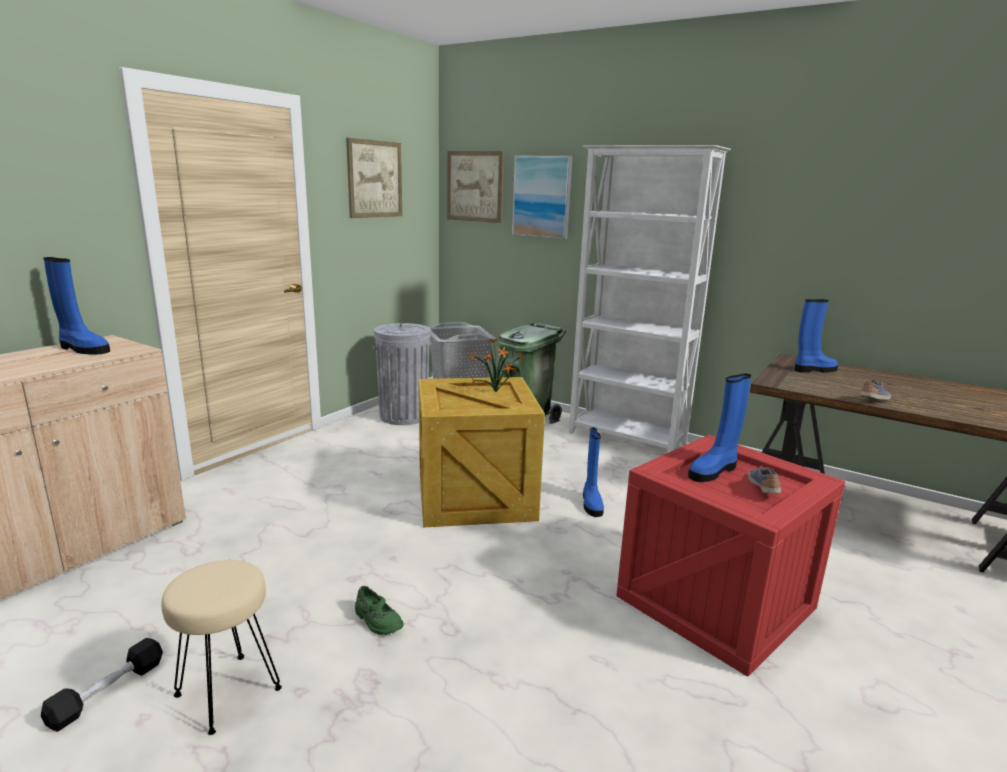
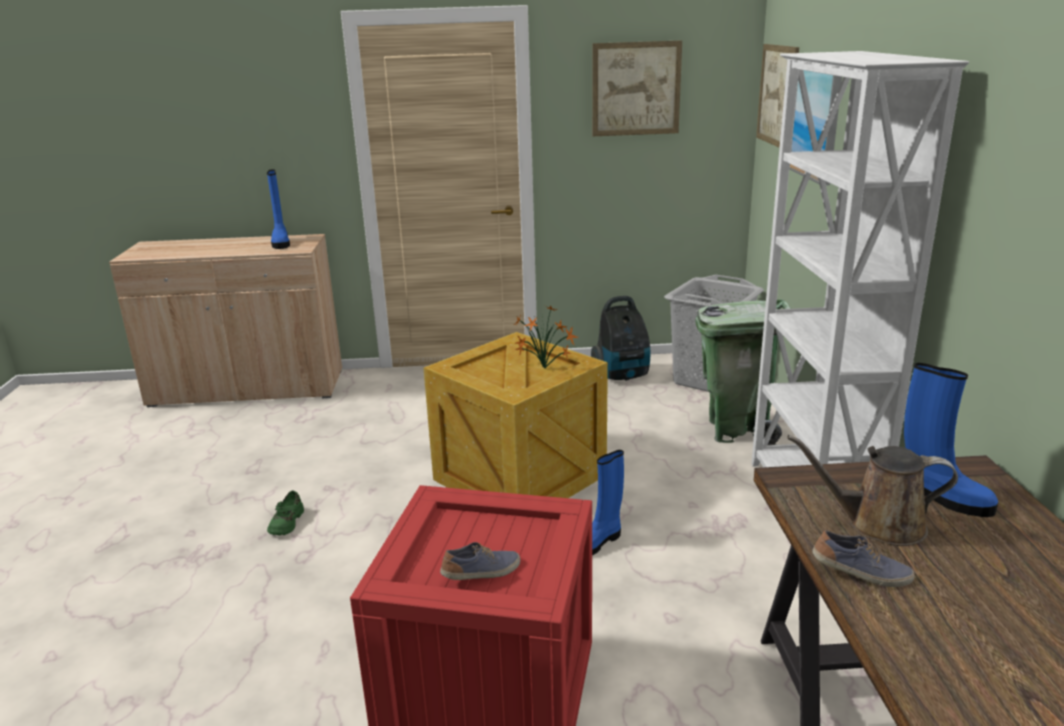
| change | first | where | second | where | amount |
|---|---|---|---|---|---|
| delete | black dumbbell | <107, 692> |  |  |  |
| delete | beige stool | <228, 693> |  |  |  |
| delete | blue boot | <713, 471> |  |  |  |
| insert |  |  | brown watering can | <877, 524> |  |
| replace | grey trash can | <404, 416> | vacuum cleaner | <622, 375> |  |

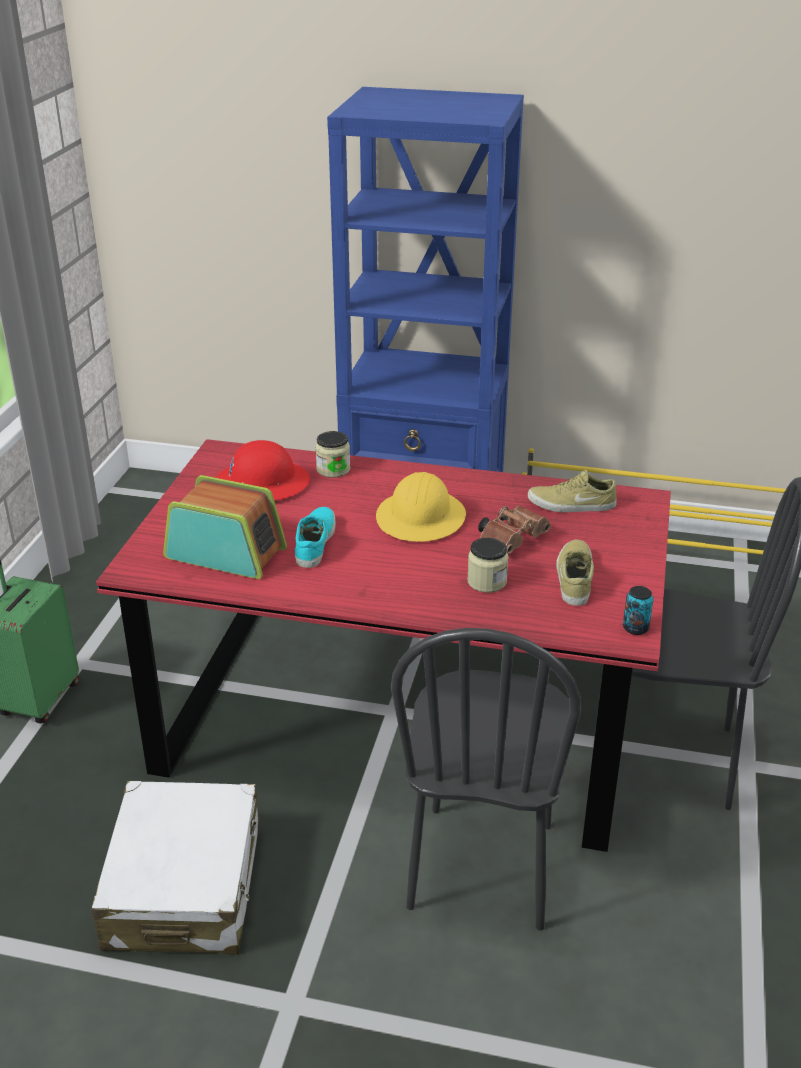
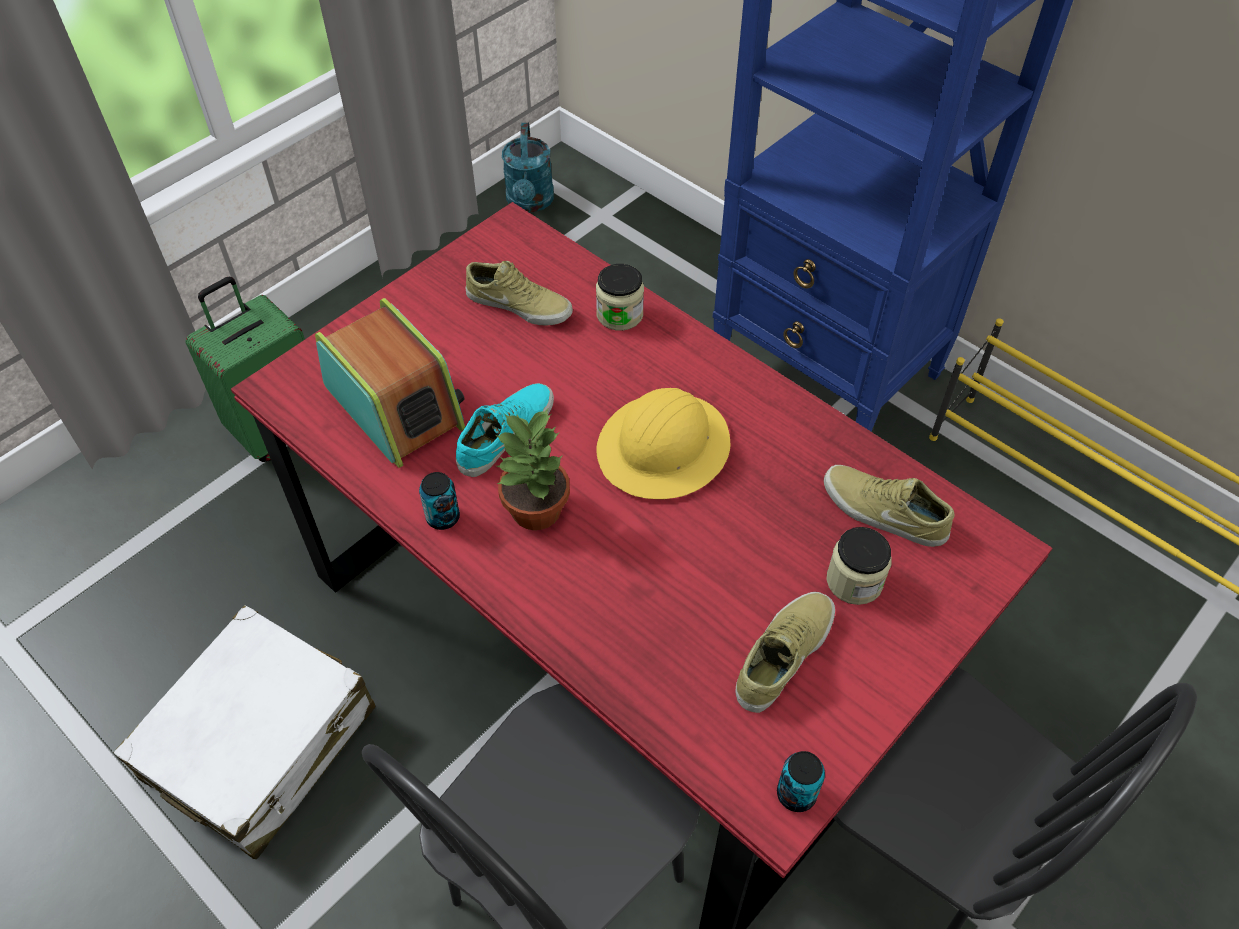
| change | first | where | second | where | amount |
|---|---|---|---|---|---|
| delete | brown binoculars | <513, 539> |  |  |  |
| insert |  |  | can | <443, 517> |  |
| insert |  |  | potted plant | <537, 511> |  |
| insert |  |  | turquoise watering can | <530, 203> |  |
| move | jar | <487, 582> |  | <854, 581> |  |
| replace | red hard hat | <262, 483> | beige shoe | <520, 304> |  |

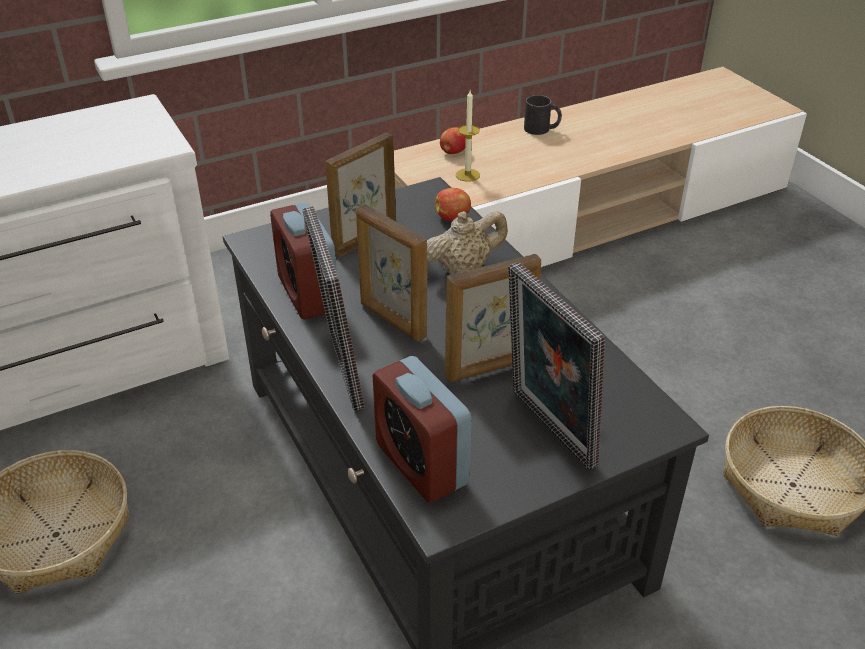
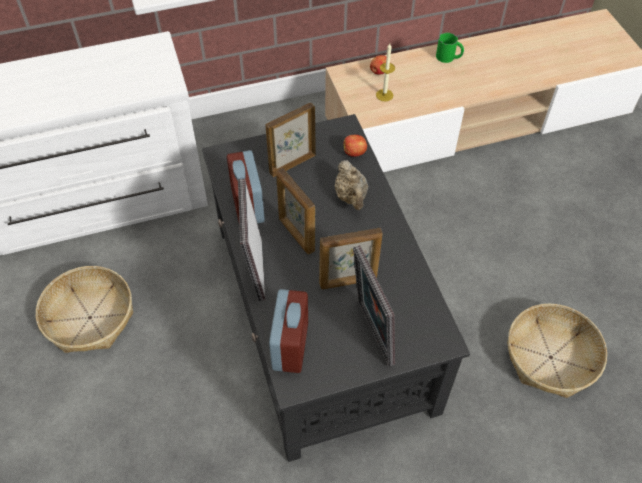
| change | first | where | second | where | amount |
|---|---|---|---|---|---|
| recolor | black mug | <542, 129> | green mug | <449, 57> |  |
| rotate | alarm clock | <421, 464> |  | <290, 346> | 150 degrees counterclockwise |
| rotate | beige teapot | <463, 267> |  | <351, 197> | 90 degrees clockwise |

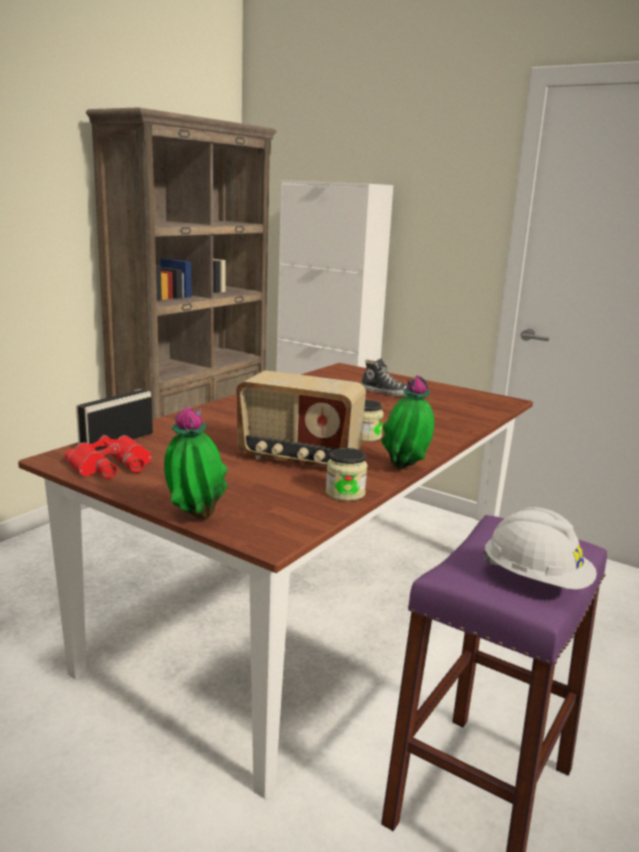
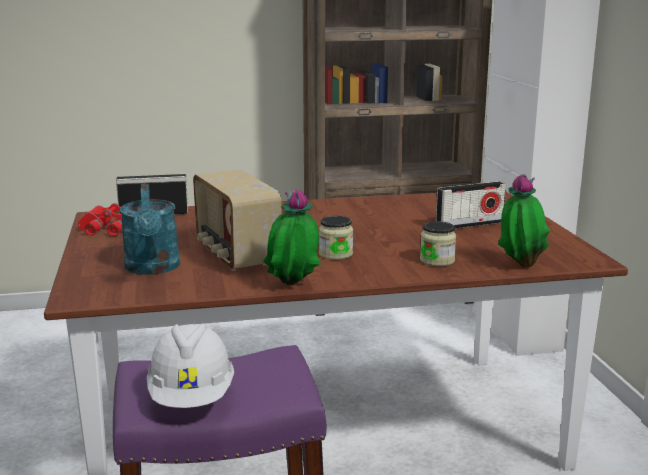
| change | first | where | second | where | amount |
|---|---|---|---|---|---|
| insert |  |  | turquoise watering can | <153, 268> |  |
| move | potted plant | <194, 518> |  | <520, 265> |  |
| move | jar | <345, 493> |  | <437, 260> |  |
| replace | shoe | <388, 393> | radio | <469, 225> |  |

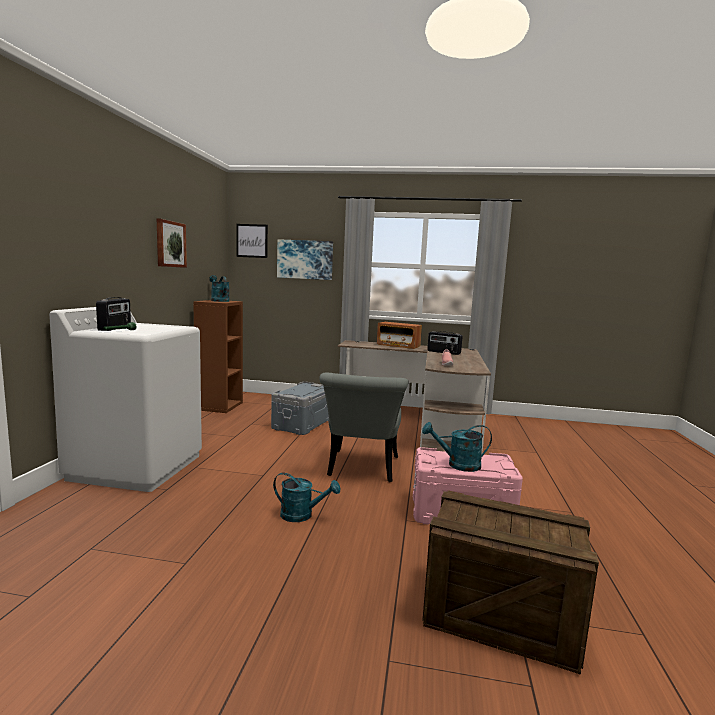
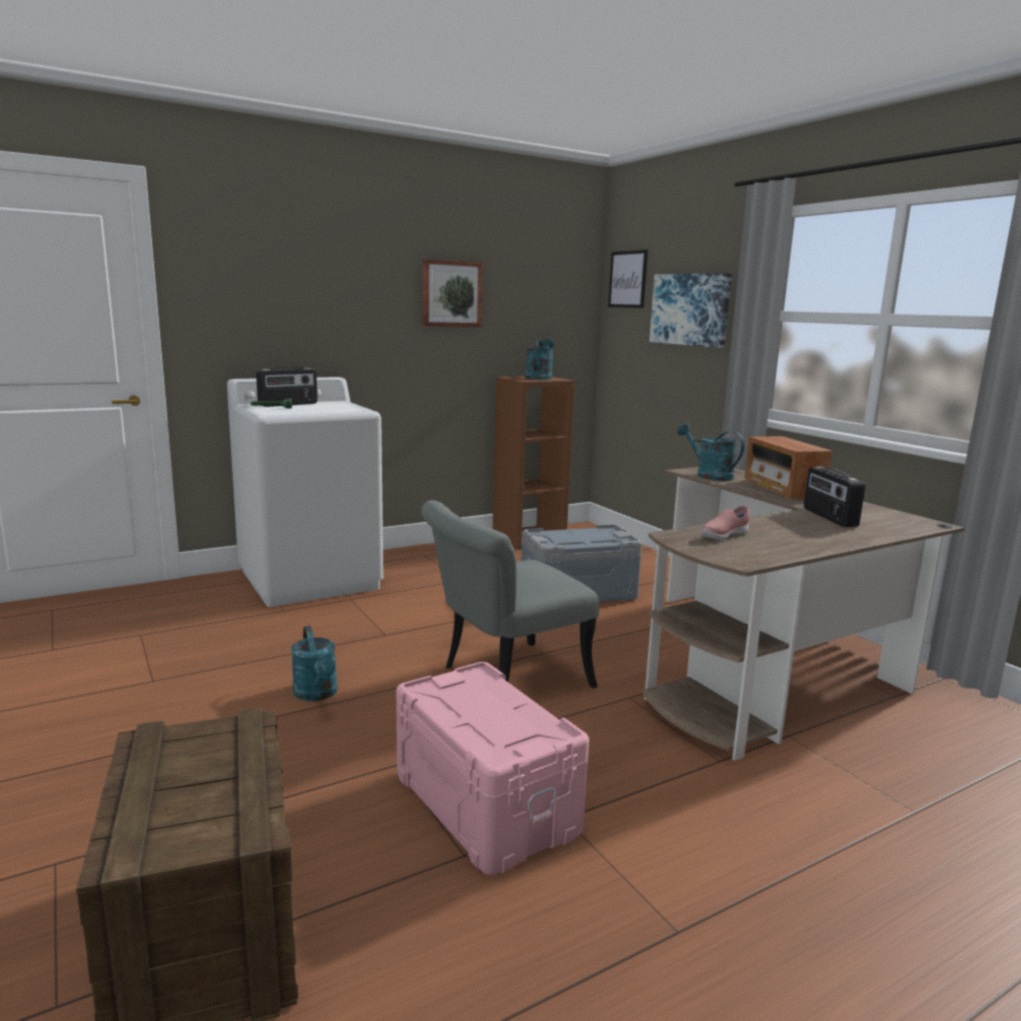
| change | first | where | second | where | amount |
|---|---|---|---|---|---|
| move | turquoise watering can | <458, 465> |  | <709, 475> |  |

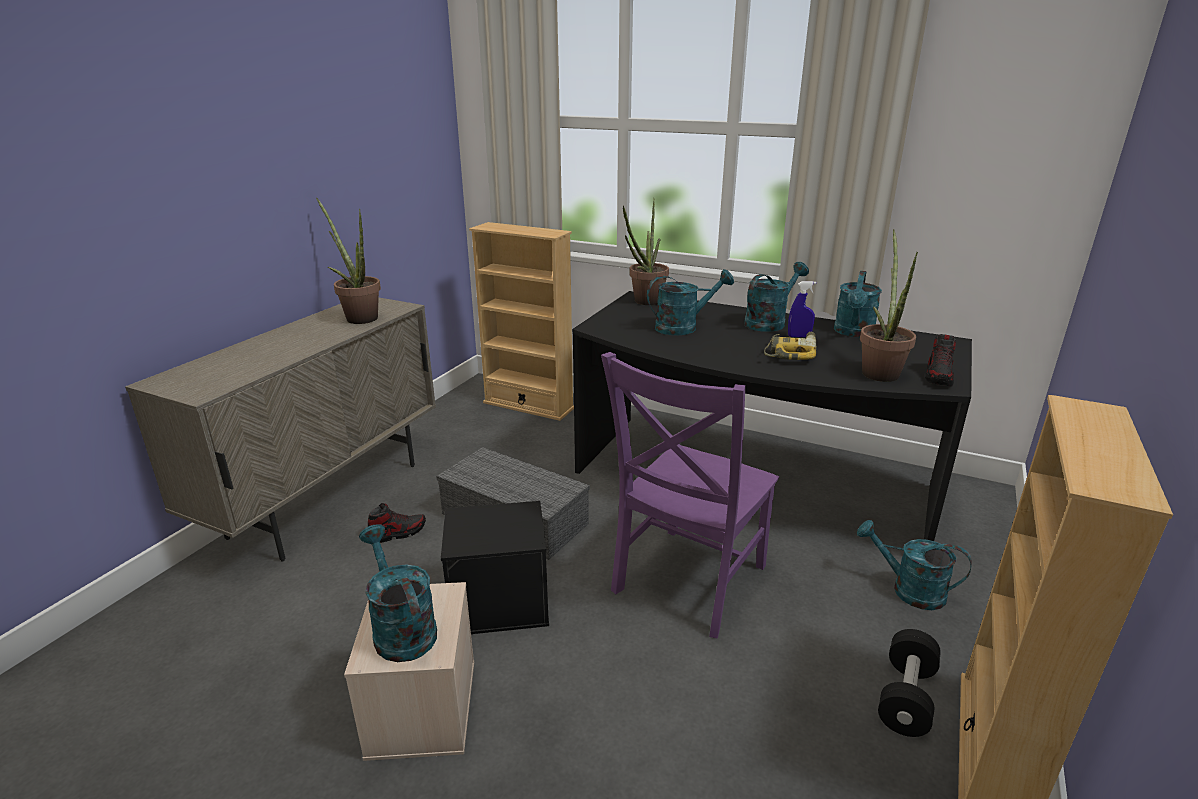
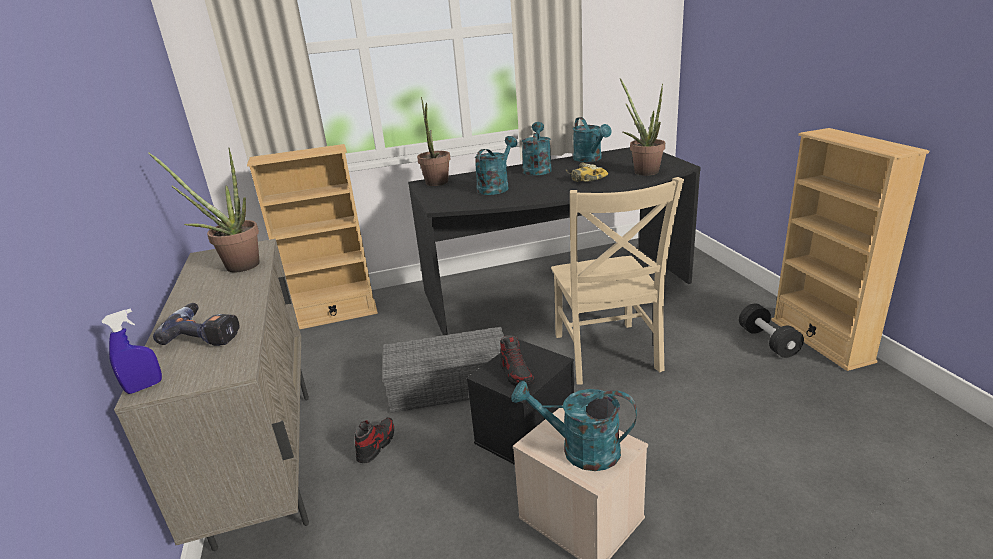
| change | first | where | second | where | amount |
|---|---|---|---|---|---|
| delete | turquoise watering can | <908, 590> |  |  |  |
| insert |  |  | power drill | <206, 333> |  |
| move | blue spray bottle | <799, 336> |  | <145, 387> |  |
| move | shoe | <939, 376> |  | <516, 374> |  |
| recolor | purple chair | <686, 582> | beige chair | <606, 355> |  |

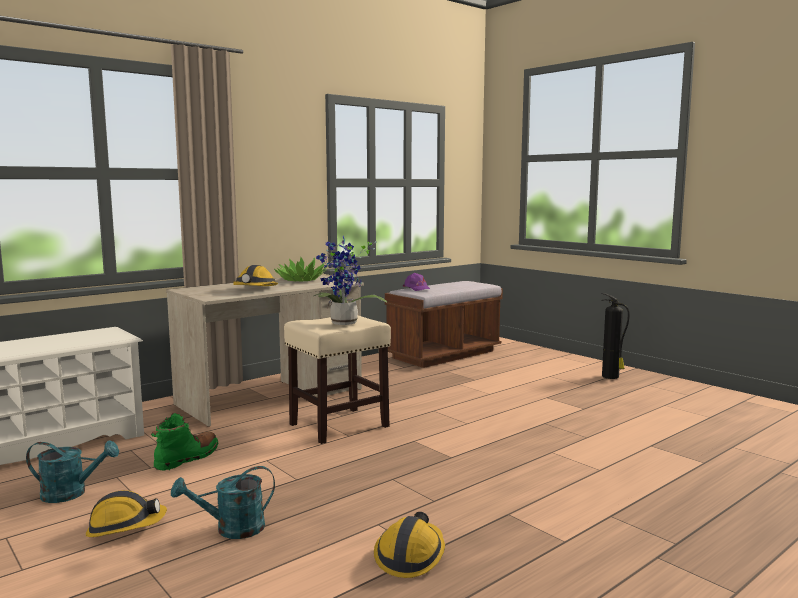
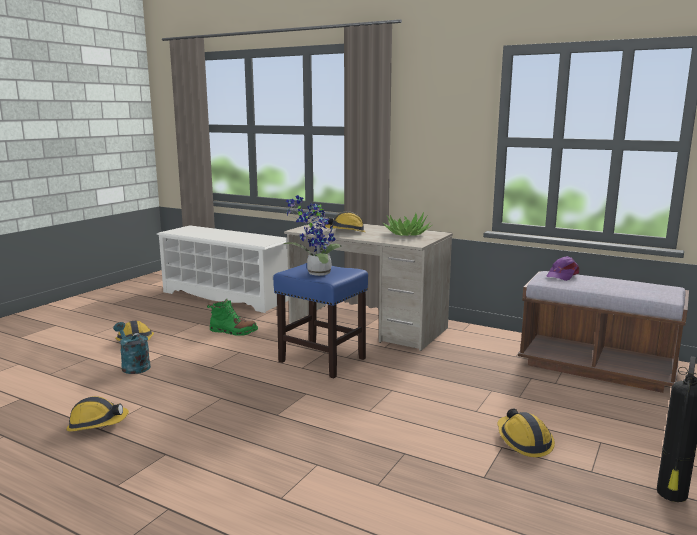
| change | first | where | second | where | amount |
|---|---|---|---|---|---|
| delete | turquoise watering can | <72, 493> |  |  |  |
| insert |  |  | hard hat | <523, 441> |  |
| recolor | beige stool | <338, 425> | blue stool | <321, 360> |  |

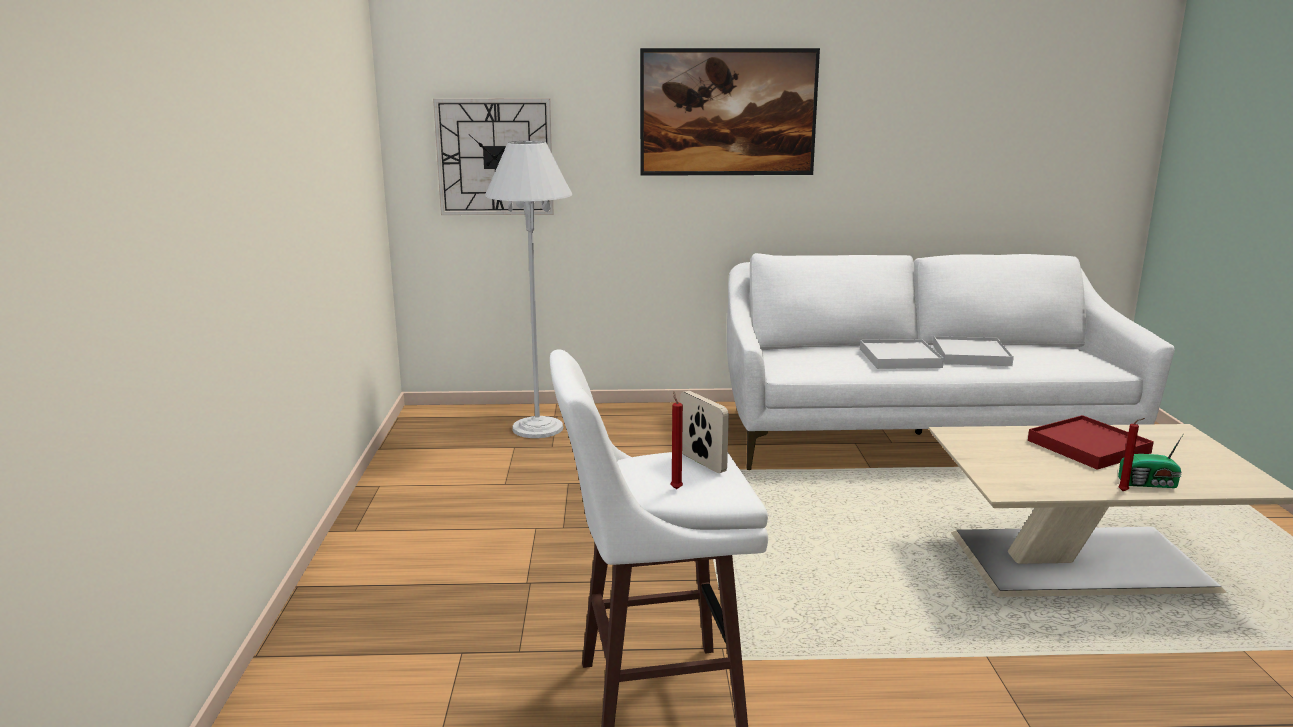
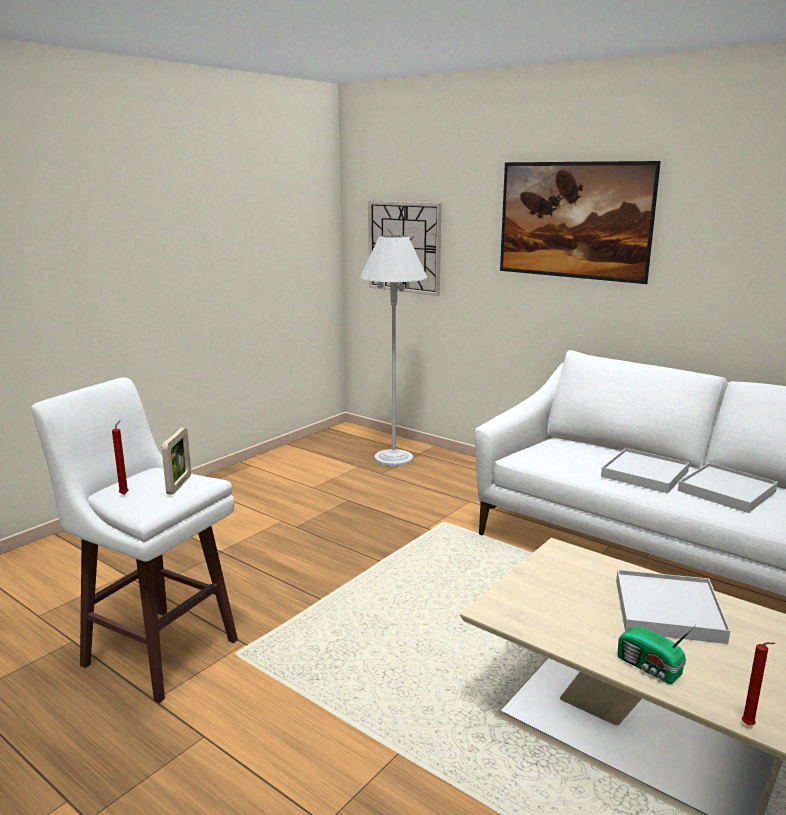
| change | first | where | second | where | amount |
|---|---|---|---|---|---|
| move | red candle | <1125, 491> |  | <749, 726> |  |
| recolor | red tray | <1088, 447> | white tray | <667, 610> |  |

